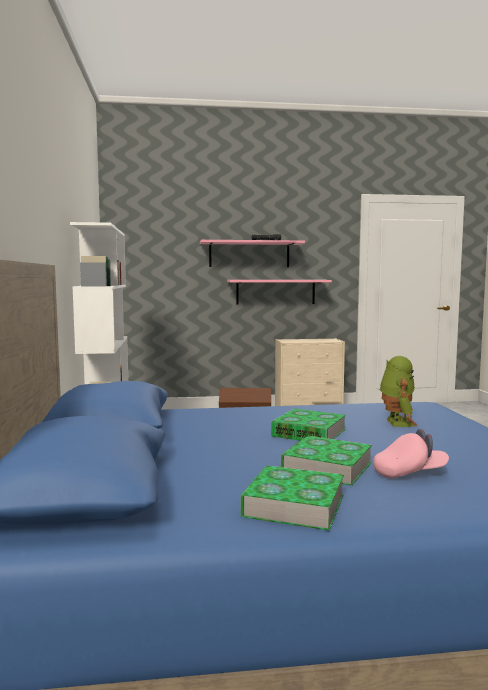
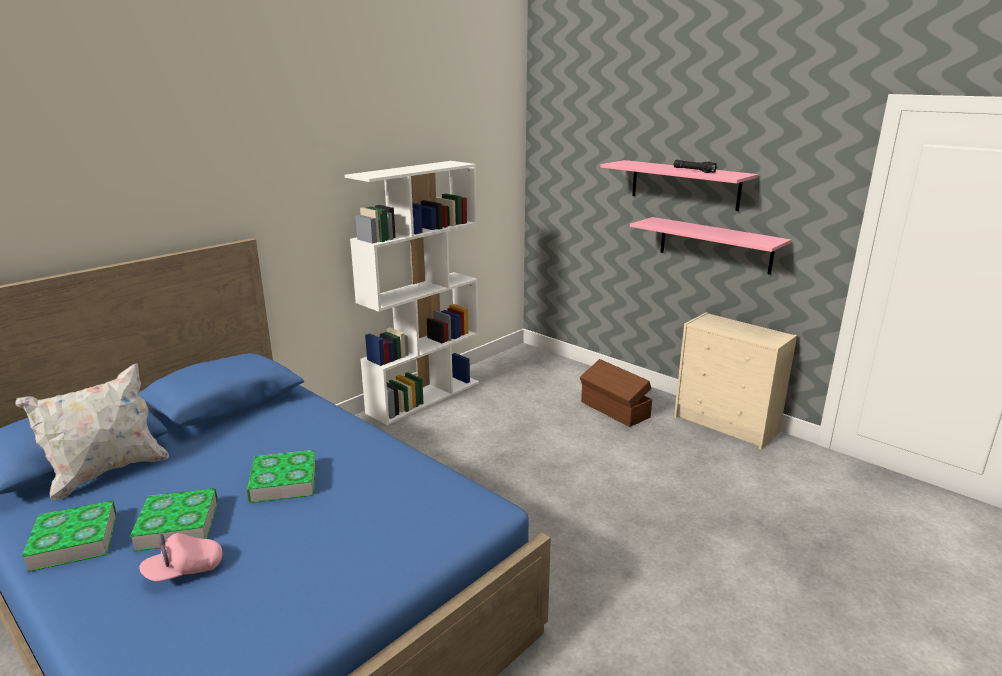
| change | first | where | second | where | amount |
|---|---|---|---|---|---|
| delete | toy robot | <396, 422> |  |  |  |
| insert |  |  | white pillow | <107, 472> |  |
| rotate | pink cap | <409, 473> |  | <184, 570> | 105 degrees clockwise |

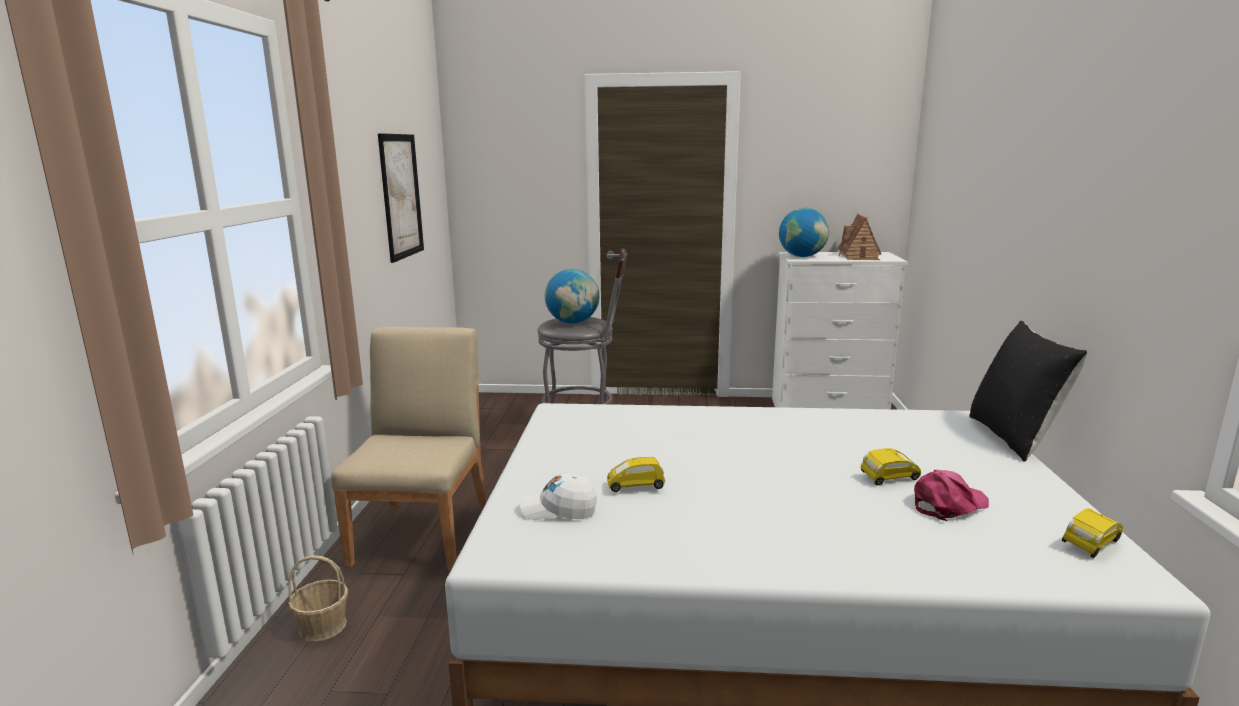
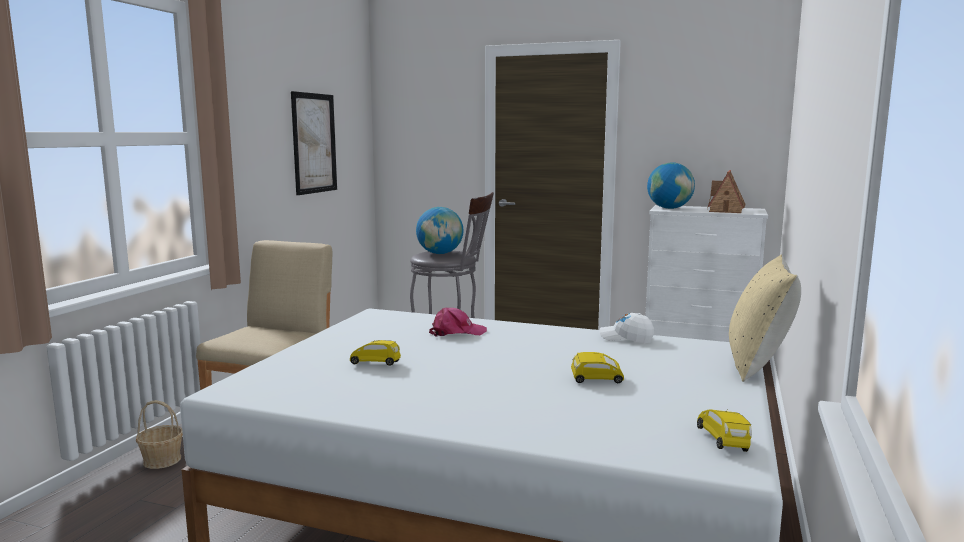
| change | first | where | second | where | amount |
|---|---|---|---|---|---|
| move | white cap | <559, 510> |  | <626, 338> |  |
| move | pink cap | <948, 505> |  | <456, 332> |  |
| recolor | black pillow | <1014, 438> | beige pillow | <758, 365> |  |
| rotate | yellow toy car | <1092, 544> |  | <723, 441> | 75 degrees counterclockwise |

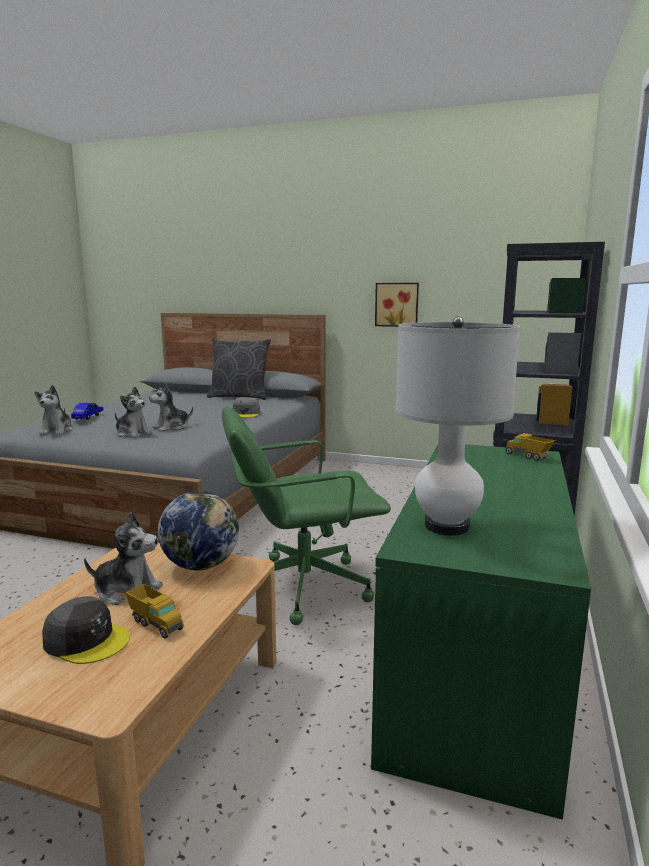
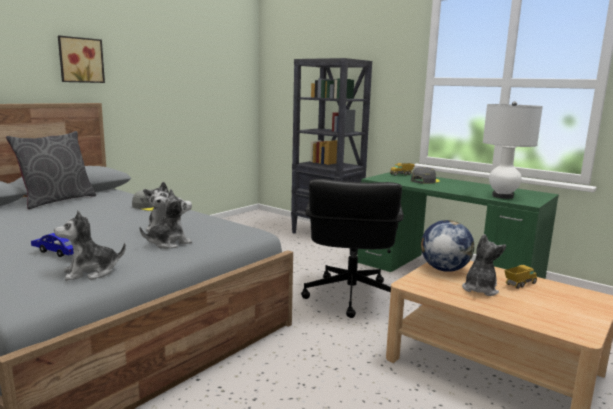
| change | first | where | second | where | amount |
|---|---|---|---|---|---|
| move | grey cap | <86, 640> |  | <424, 181> |  |
| move | picture | <397, 304> |  | <80, 60> |  |
| recolor | green office chair | <302, 586> | black office chair | <350, 296> |  |
| rotate | plush toy | <57, 431> |  | <90, 272> | 135 degrees clockwise |

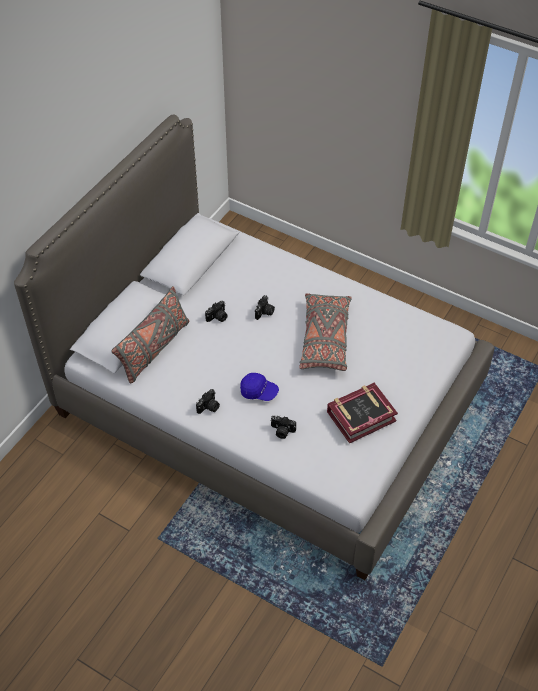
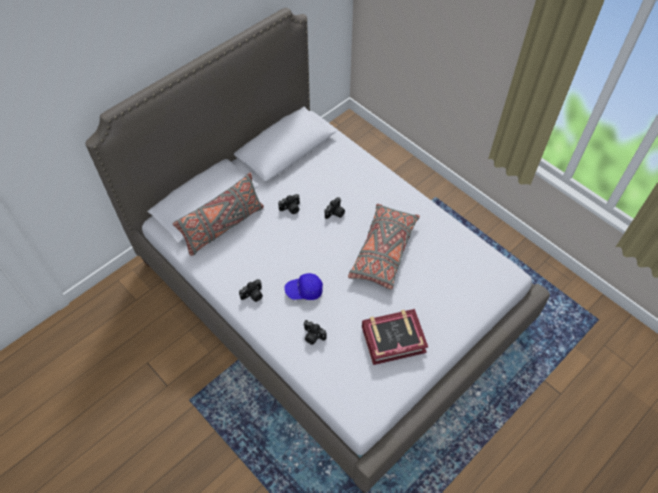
| change | first | where | second | where | amount |
|---|---|---|---|---|---|
| rotate | blue cap | <259, 392> |  | <304, 291> | 135 degrees clockwise |

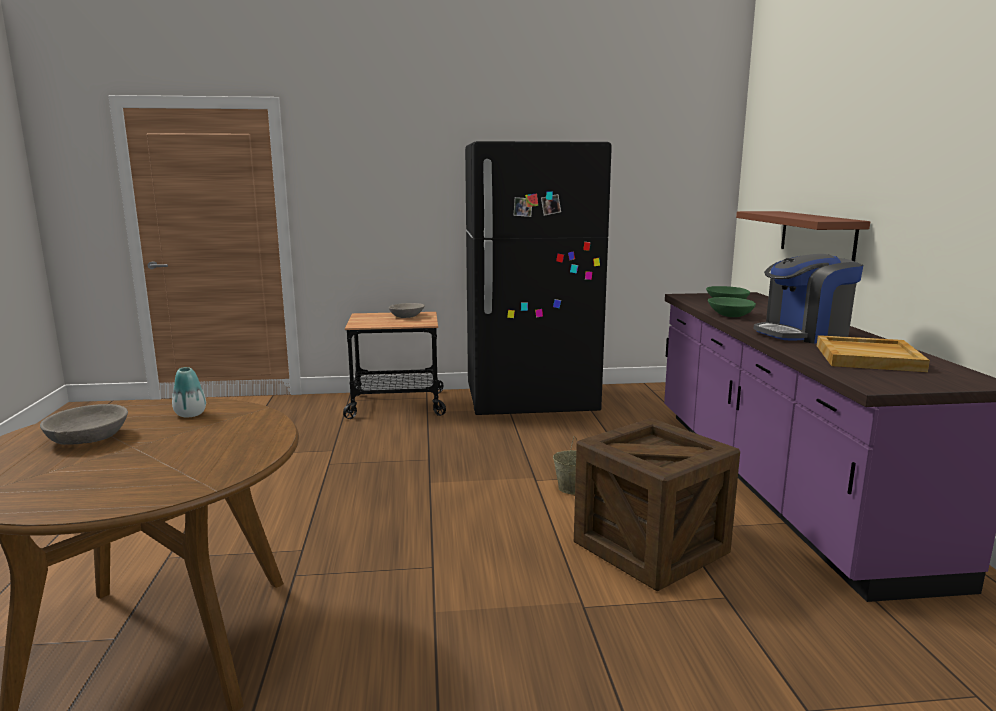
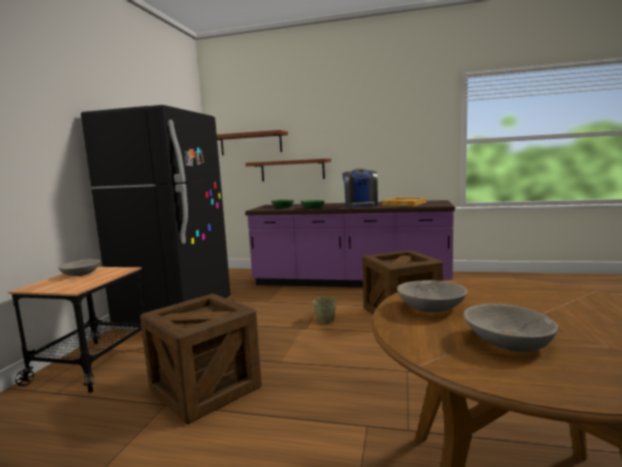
| change | first | where | second | where | amount |
|---|---|---|---|---|---|
| insert |  |  | crate | <205, 389> |  |
| insert |  |  | brown shelf | <251, 144> |  |
| replace | vase | <190, 414> | grey bowl | <431, 307> |  |

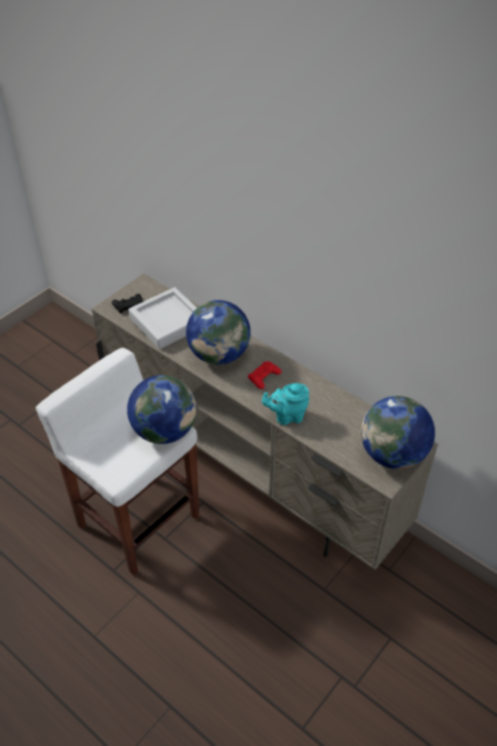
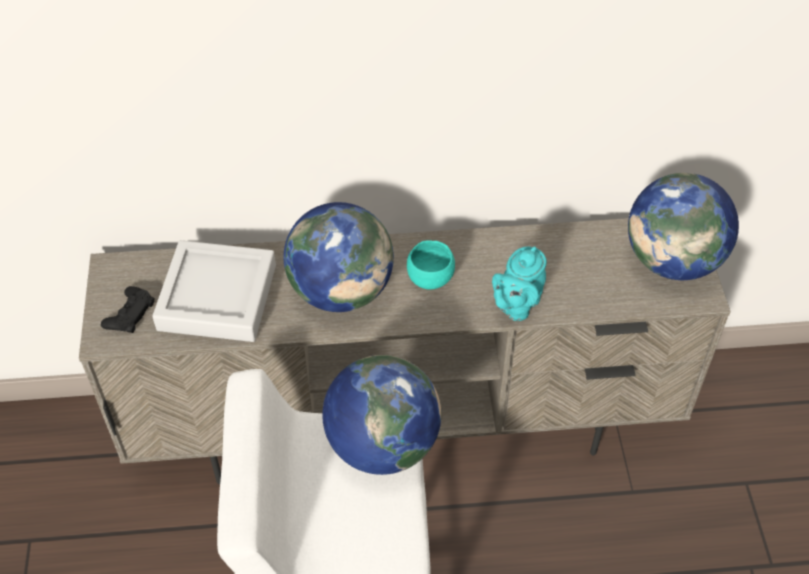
| change | first | where | second | where | amount |
|---|---|---|---|---|---|
| replace | red game controller | <264, 377> | turquoise bowl | <430, 278> |  |

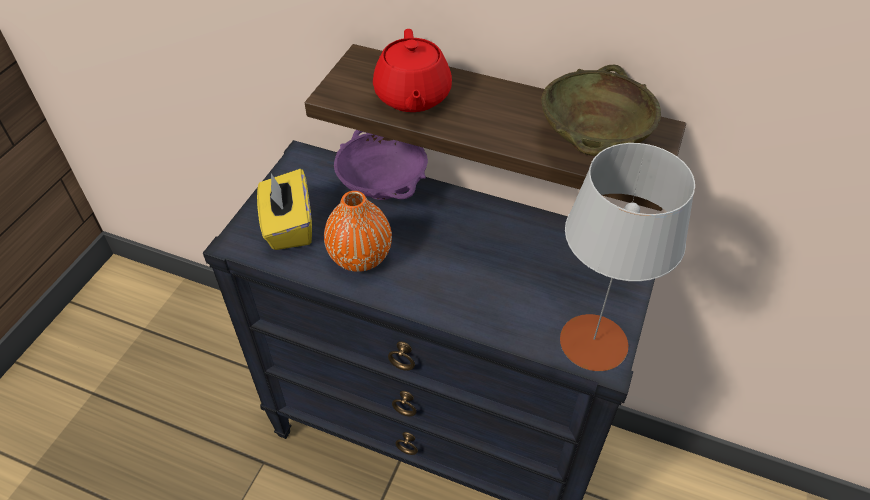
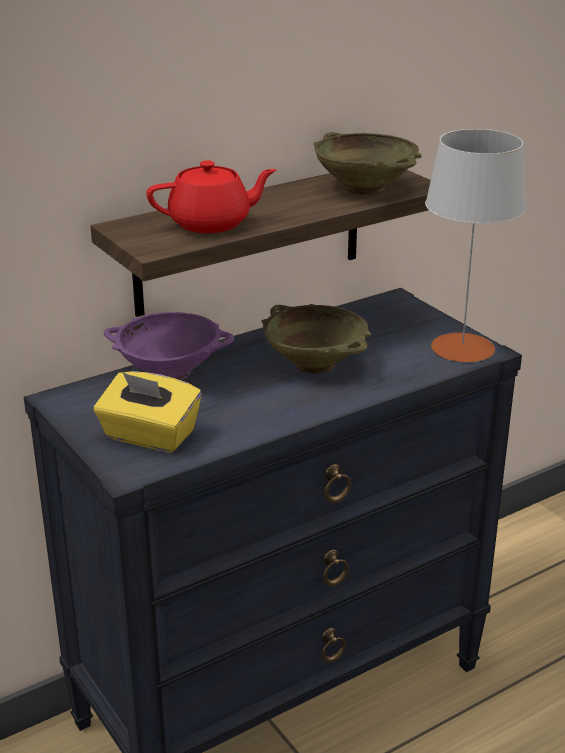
| change | first | where | second | where | amount |
|---|---|---|---|---|---|
| delete | orange vase | <360, 256> |  |  |  |
| insert |  |  | beige bowl | <314, 364> |  |
| rotate | red teapot | <412, 97> |  | <211, 223> | 45 degrees counterclockwise |

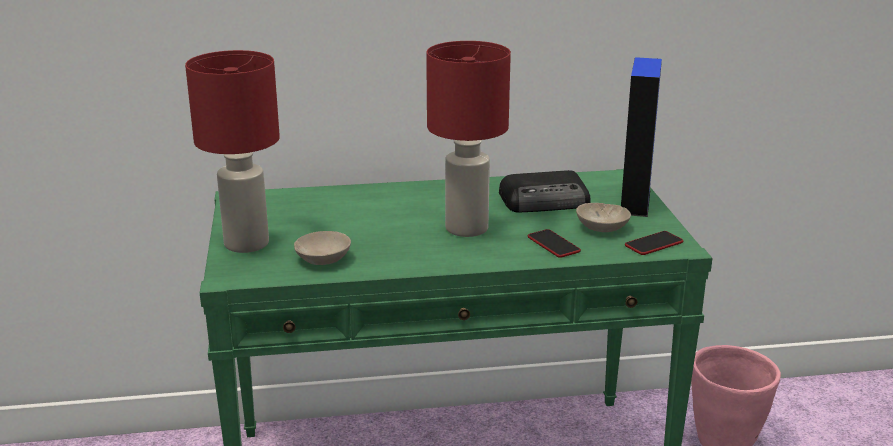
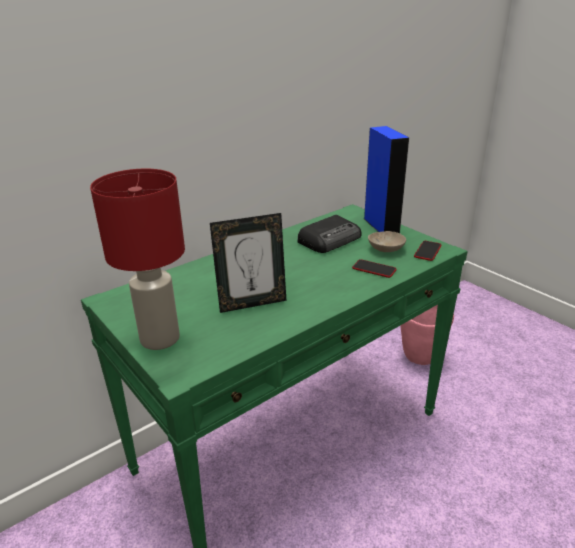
| change | first | where | second | where | amount |
|---|---|---|---|---|---|
| delete | beige bowl | <325, 259> |  |  |  |
| delete | red table lamp | <468, 228> |  |  |  |
| insert |  |  | picture frame | <252, 303> |  |

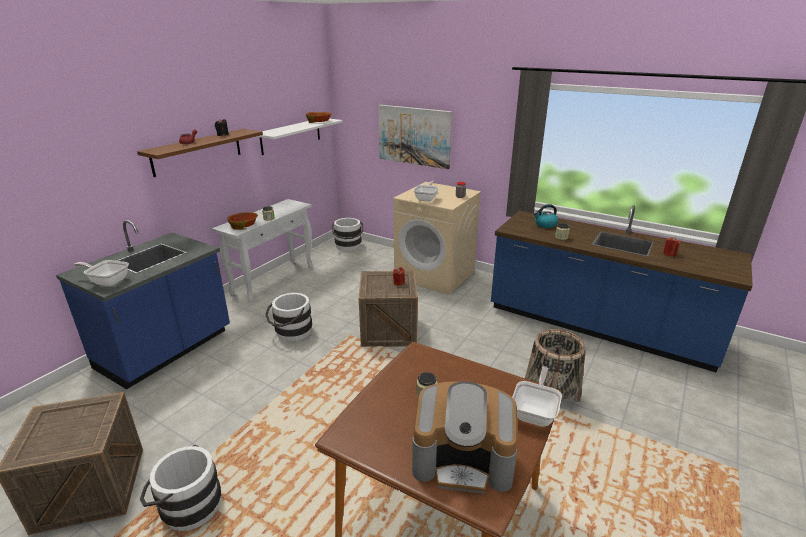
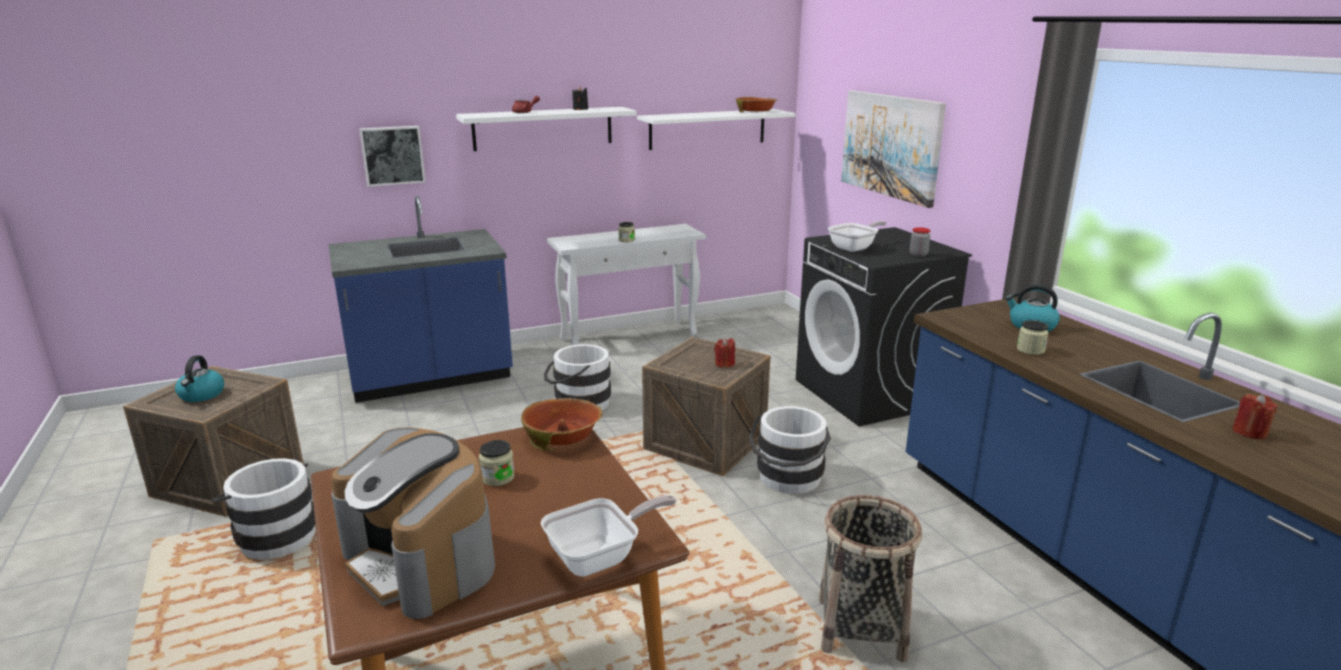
| change | first | where | second | where | amount |
|---|---|---|---|---|---|
| delete | frying pan | <107, 281> |  |  |  |
| insert |  |  | kettle | <202, 395> |  |
| insert |  |  | picture | <392, 155> |  |
| move | bowl | <244, 225> |  | <563, 436> |  |
| move | white bucket | <348, 247> |  | <787, 480> |  |
| recolor | brown shelf | <197, 152> | white shelf | <543, 128> |  |
| recolor | beige washing machine | <435, 275> | black washing machine | <870, 393> |  |

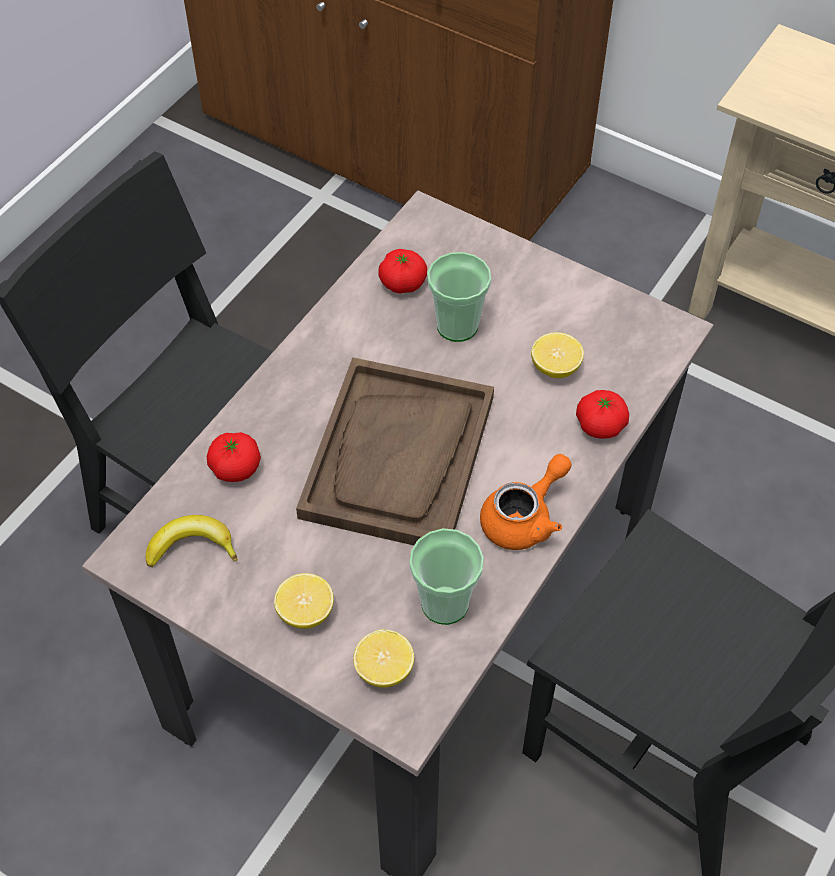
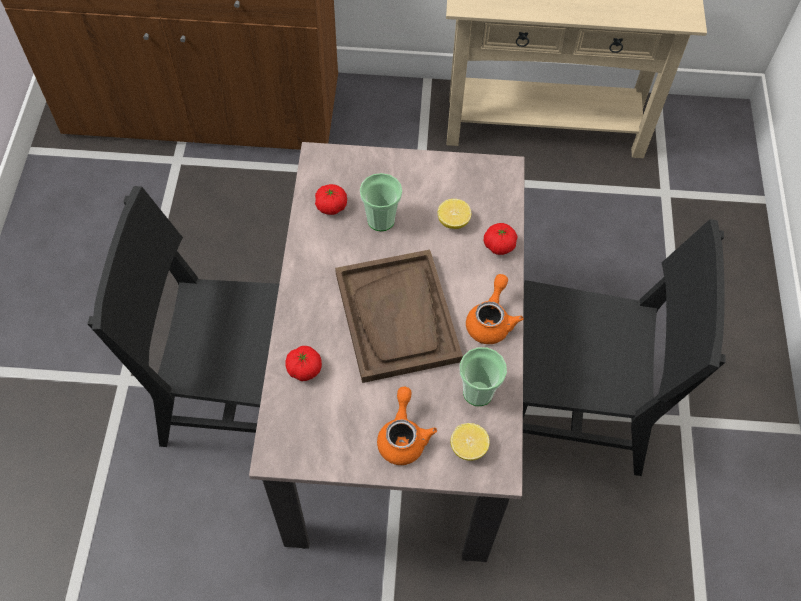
| change | first | where | second | where | amount |
|---|---|---|---|---|---|
| delete | banana | <192, 547> |  |  |  |
| replace | lemon | <306, 612> | orange teapot | <403, 436> |  |

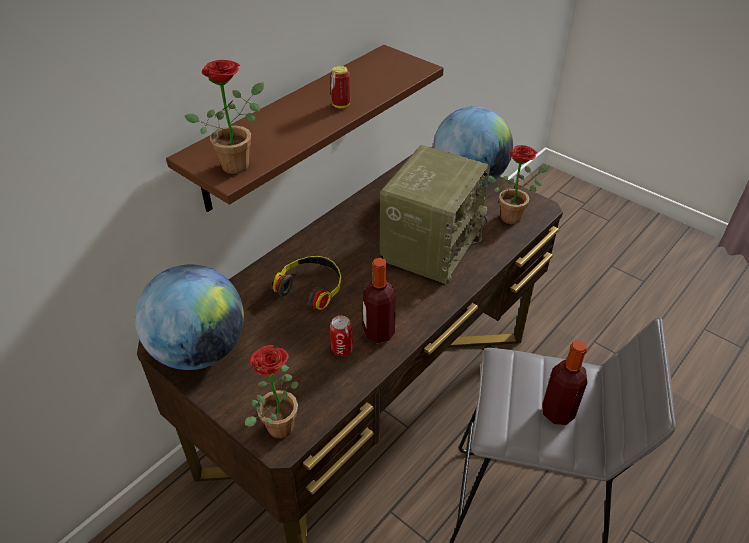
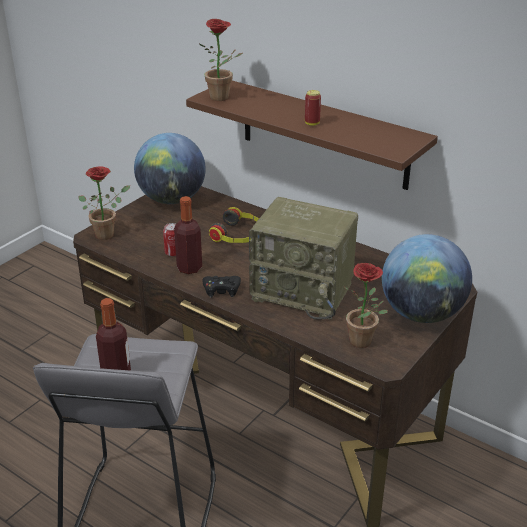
| change | first | where | second | where | amount |
|---|---|---|---|---|---|
| insert |  |  | black game controller | <221, 290> |  |

